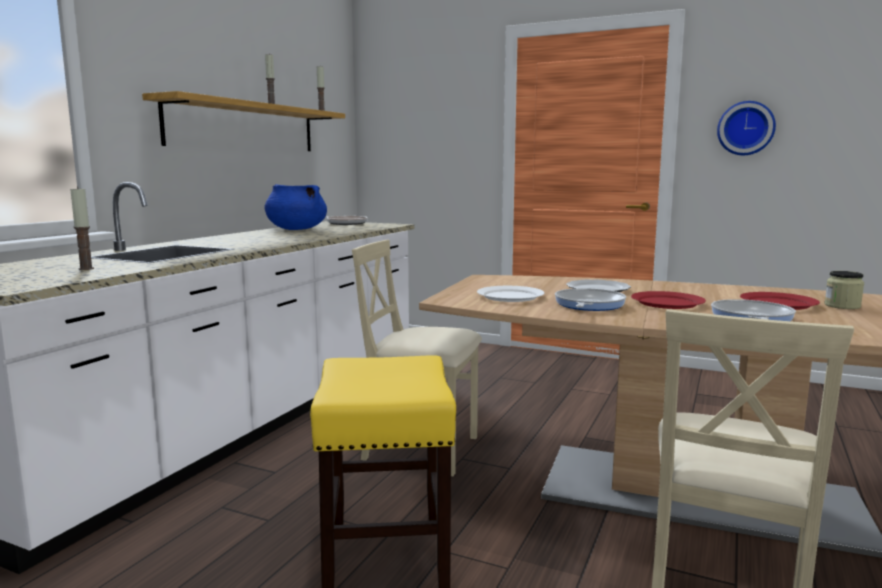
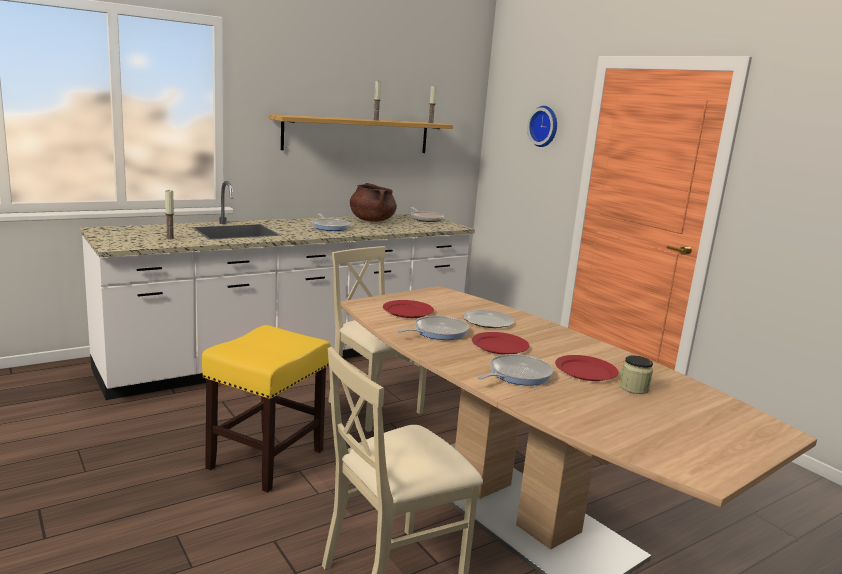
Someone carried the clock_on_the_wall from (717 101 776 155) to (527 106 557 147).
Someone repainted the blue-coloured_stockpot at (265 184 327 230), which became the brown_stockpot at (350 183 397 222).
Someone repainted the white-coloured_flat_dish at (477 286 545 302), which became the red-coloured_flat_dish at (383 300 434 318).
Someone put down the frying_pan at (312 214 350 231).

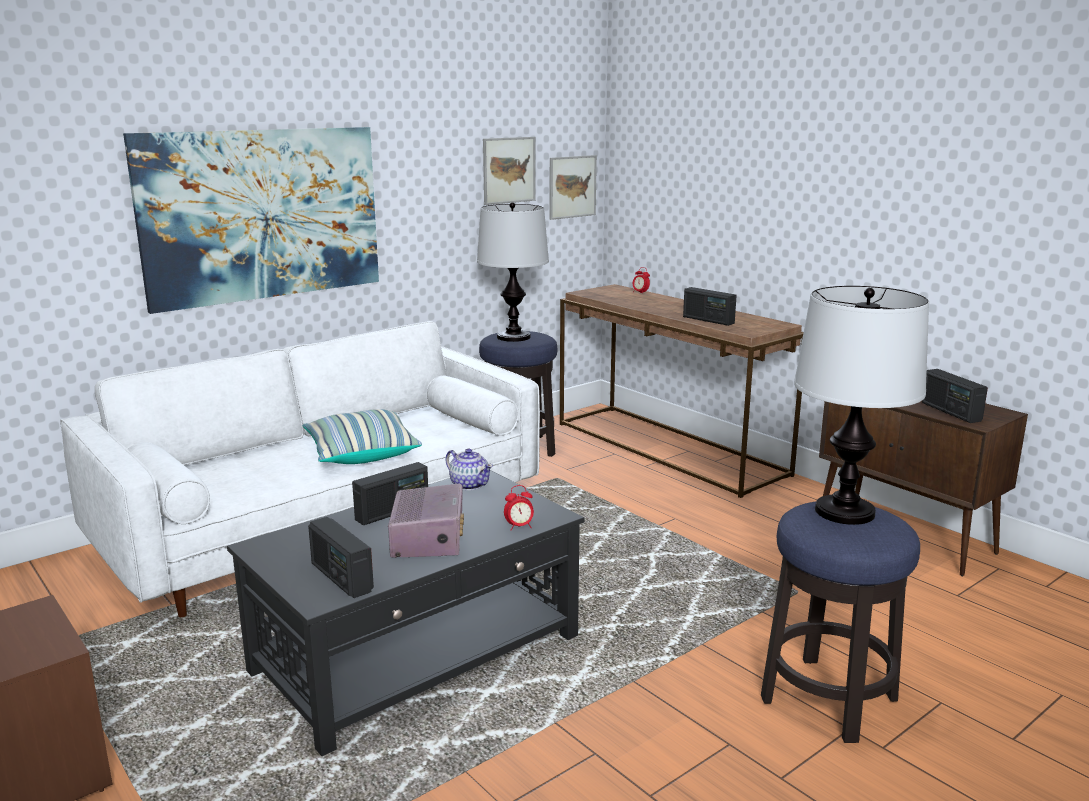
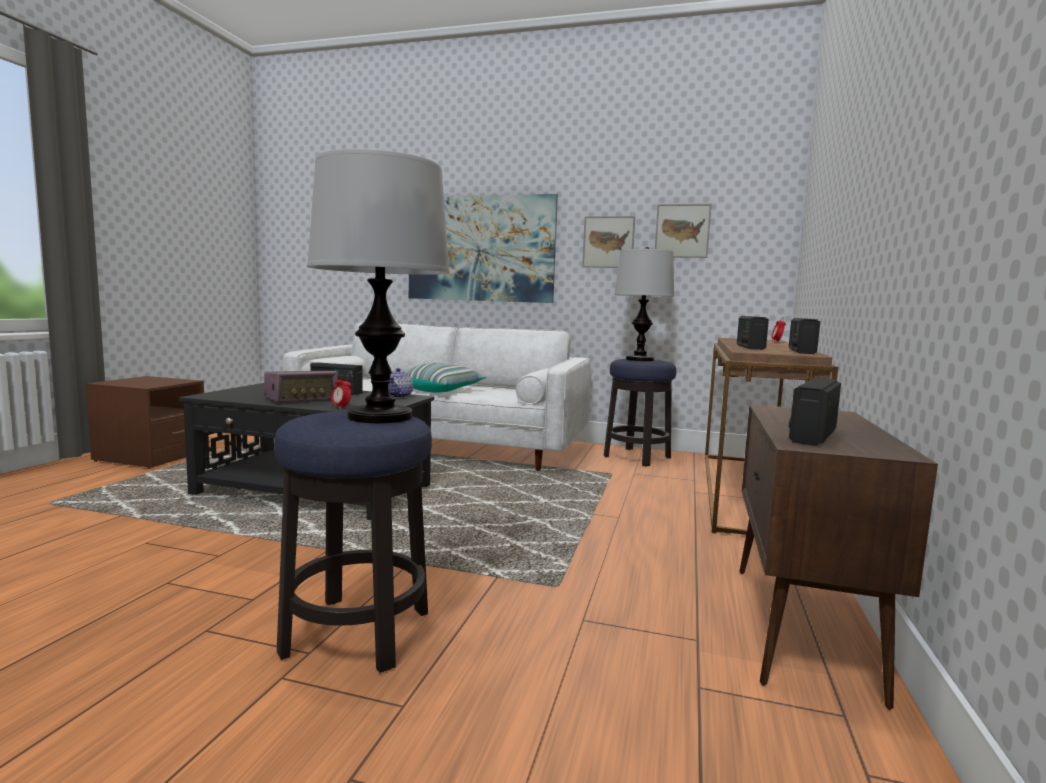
Someone carried the picture from (550 155 597 220) to (582 216 635 268).
Someone carried the radio from (308 517 374 598) to (789 318 820 354).

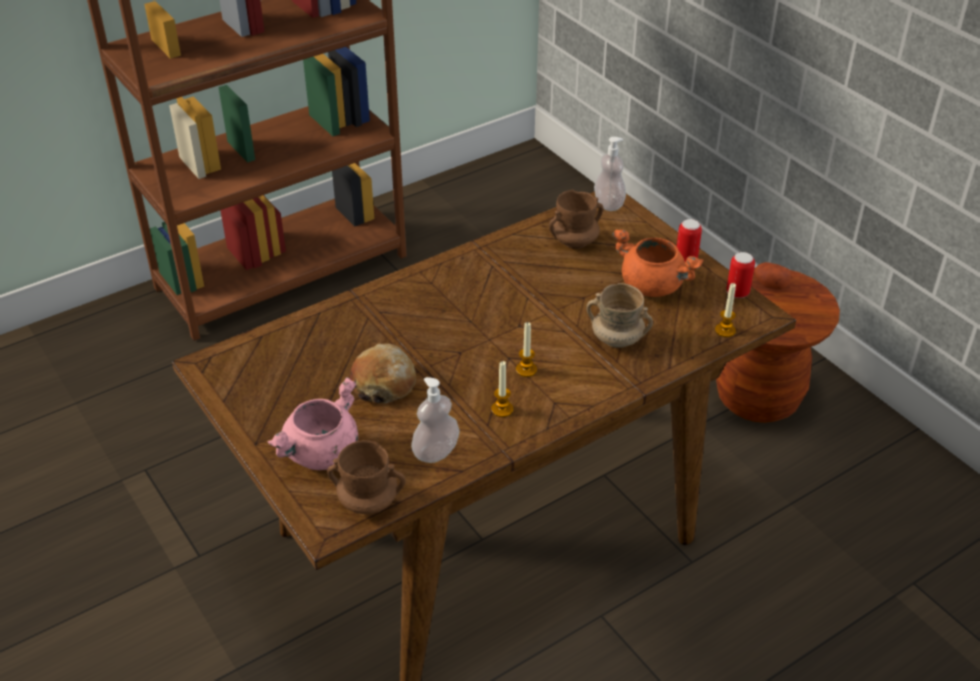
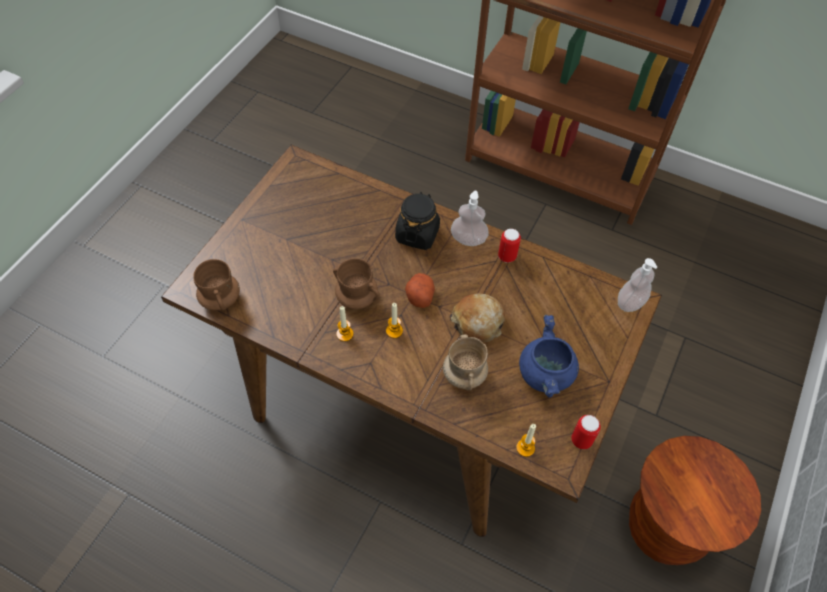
Someone carried the brown_tea_mug from (549 190 603 249) to (333 258 380 309).
Someone carried the can from (677 219 702 261) to (498 229 521 263).
Someone repainted the orange_stockpot at (612 230 704 297), which became the blue-coloured_stockpot at (519 315 579 398).
Someone carried the potato from (754 262 792 290) to (405 273 435 308).
Someone carried the baked_bread from (350 343 416 403) to (450 293 505 342).
Someone took away the pinkish_stockpot at (268 377 358 470).
Someone carried the soap_bottle from (411 377 460 463) to (451 191 489 246).
Someone put down the black-coloured_preserve_jar at (395 192 440 250).

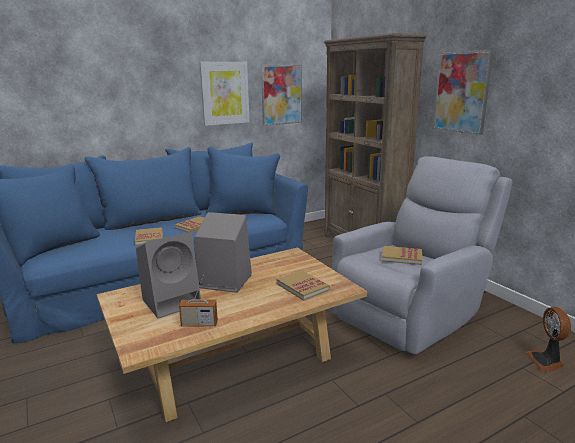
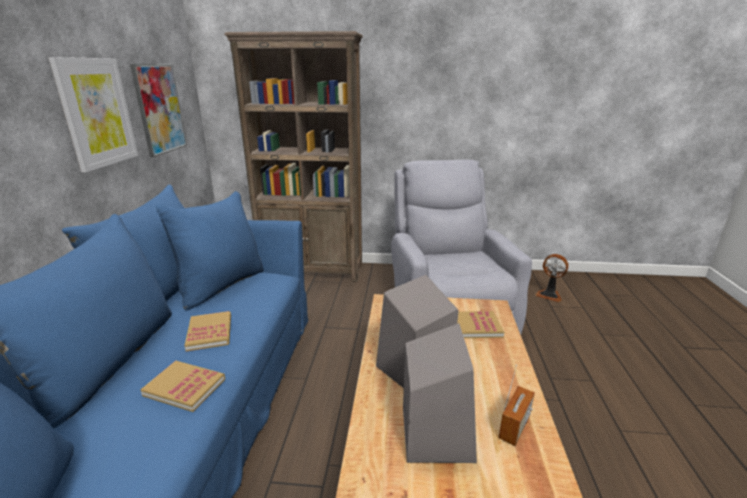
Someone took away the picture at (433 50 493 135).
Someone took away the bound_book at (382 246 422 265).

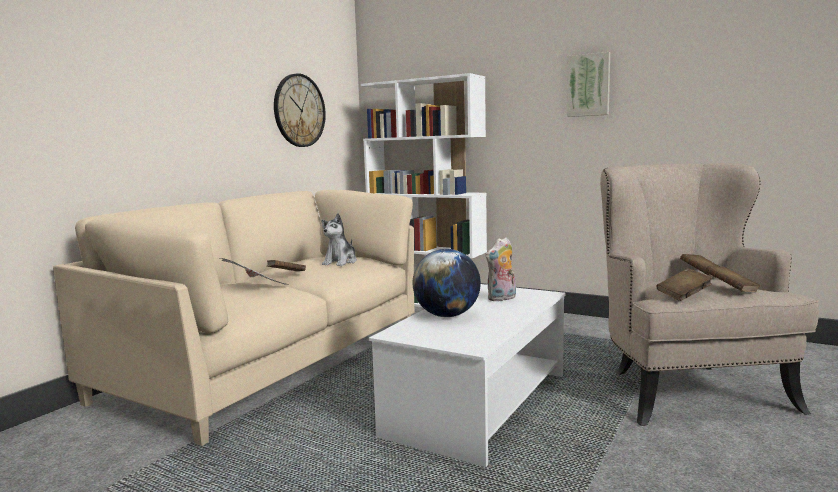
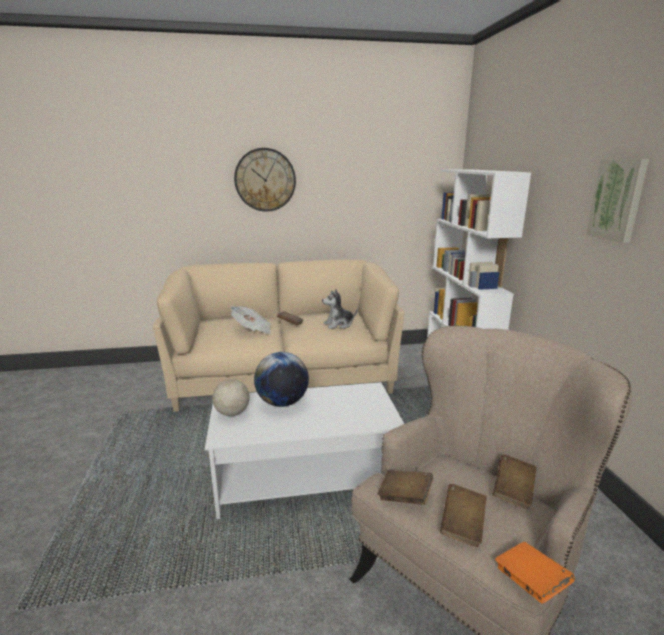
Someone carried the clock_on_the_wall from (274 74 326 147) to (234 148 296 212).
Someone took away the cuddly_toy at (485 237 516 301).
Someone put down the world_globe at (212 367 250 416).
Someone put down the orange_bound_book at (495 542 575 604).

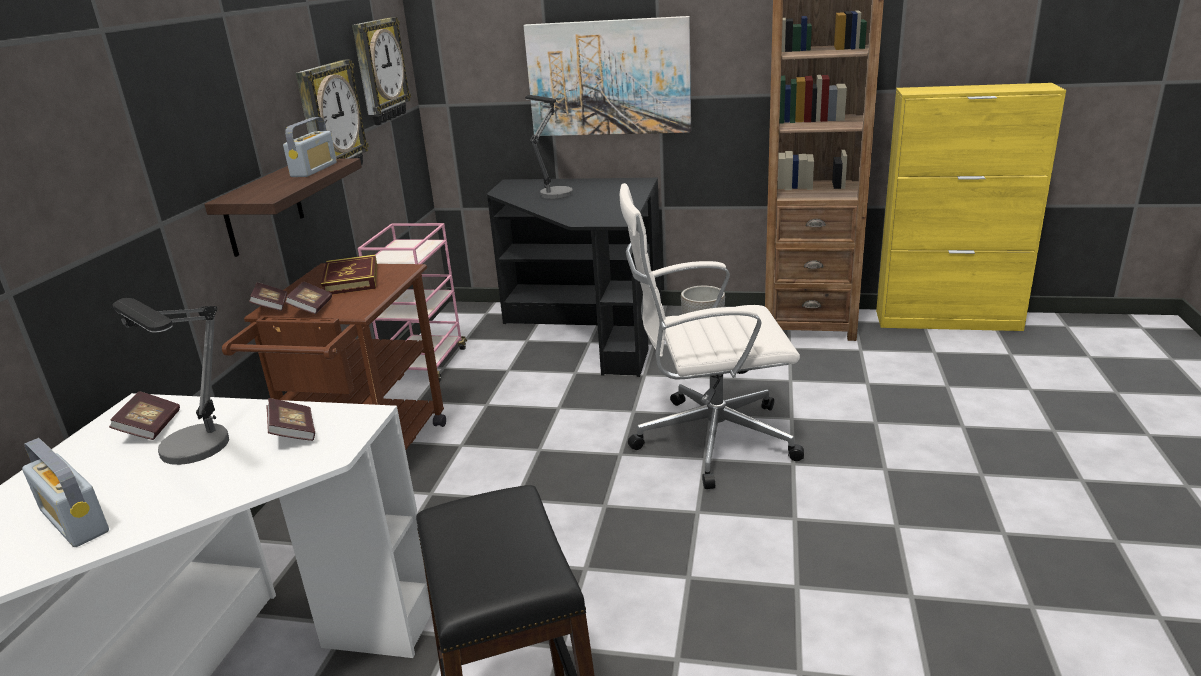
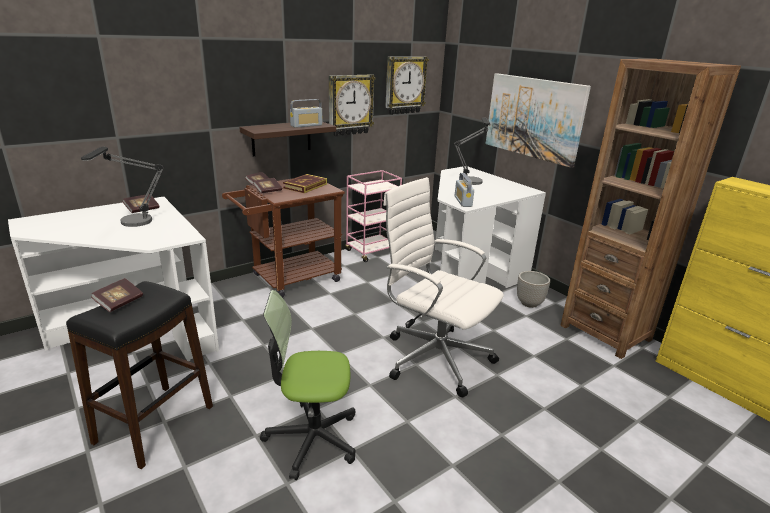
Someone repainted the black-coloured_desk_table at (487 178 662 377), which became the white-coloured_desk_table at (435 166 546 288).
Someone carried the bound_book from (267 398 315 441) to (91 278 143 312).
Someone carried the radio from (22 438 109 547) to (455 173 474 207).
Someone put down the desk_chair at (260 290 356 480).

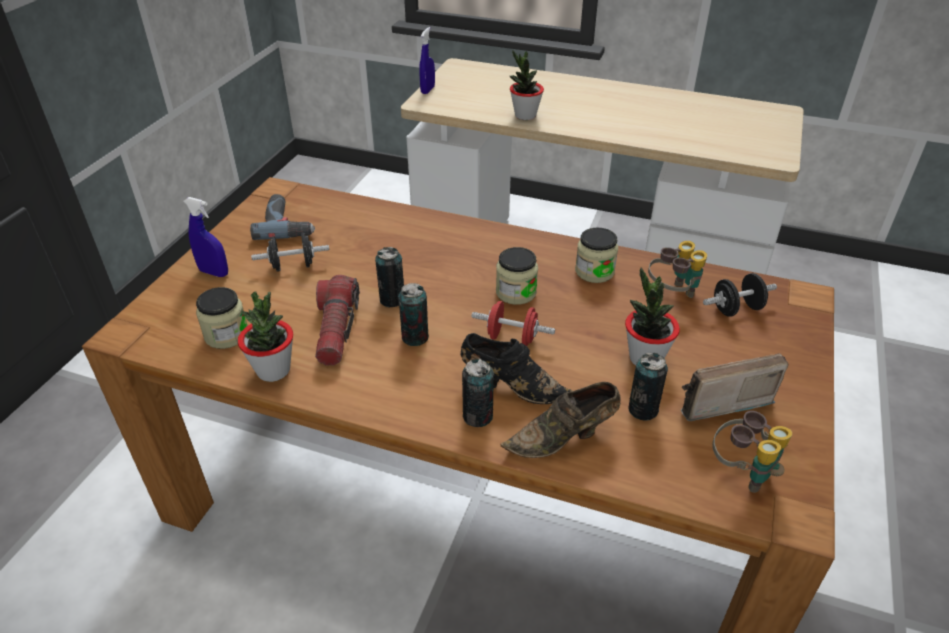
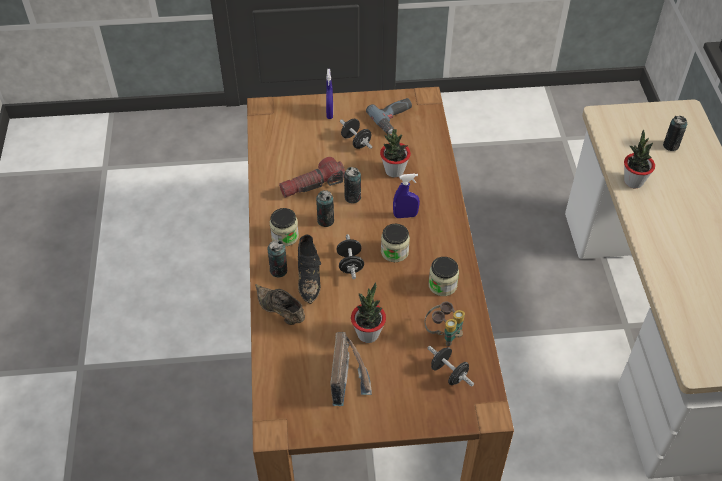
Someone carried the blue-coloured_hand_sprayer from (419 27 435 94) to (393 174 420 218).
Someone carried the preserve_jar from (196 287 248 349) to (270 208 299 246).
Someone carried the potted_plant from (238 291 293 382) to (380 129 411 178).
Someone repainted the red-coloured_free_weight at (471 301 555 346), which became the black-coloured_free_weight at (336 234 364 279).
Someone carried the can from (628 353 668 421) to (663 116 687 151).
Someone rotated the radio at (681 353 788 421) by 45 degrees clockwise.
Someone took away the field_glasses at (712 411 792 493).

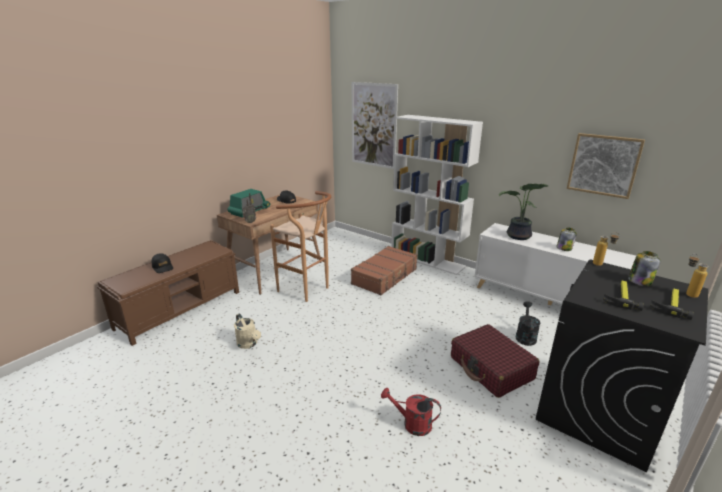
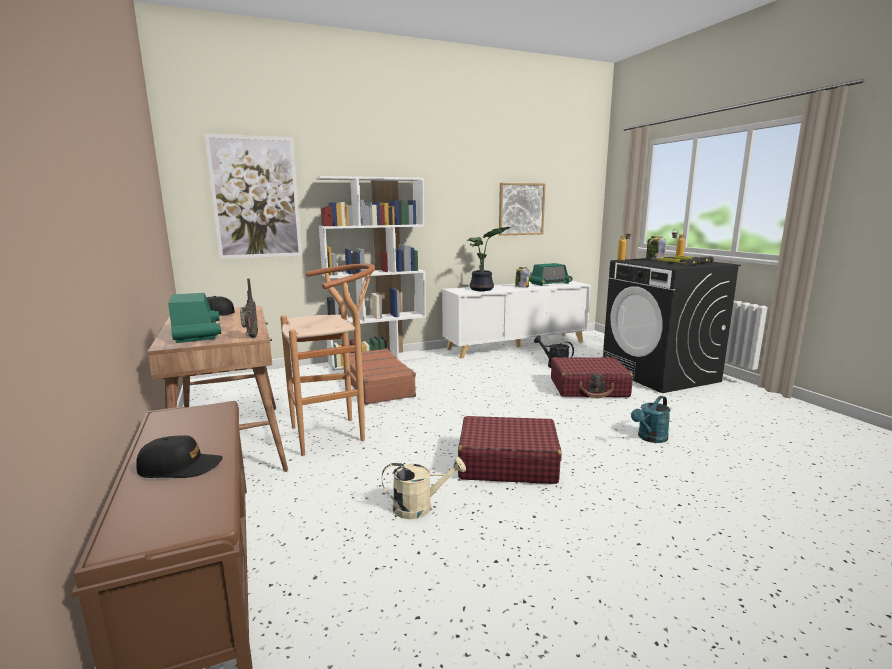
Someone repainted the red-coloured_sprinkling_can at (381 388 441 436), which became the blue-green_sprinkling_can at (631 396 671 443).
Someone put down the radio at (529 263 572 286).
Someone put down the red-coloured_suitcase at (458 416 562 484).

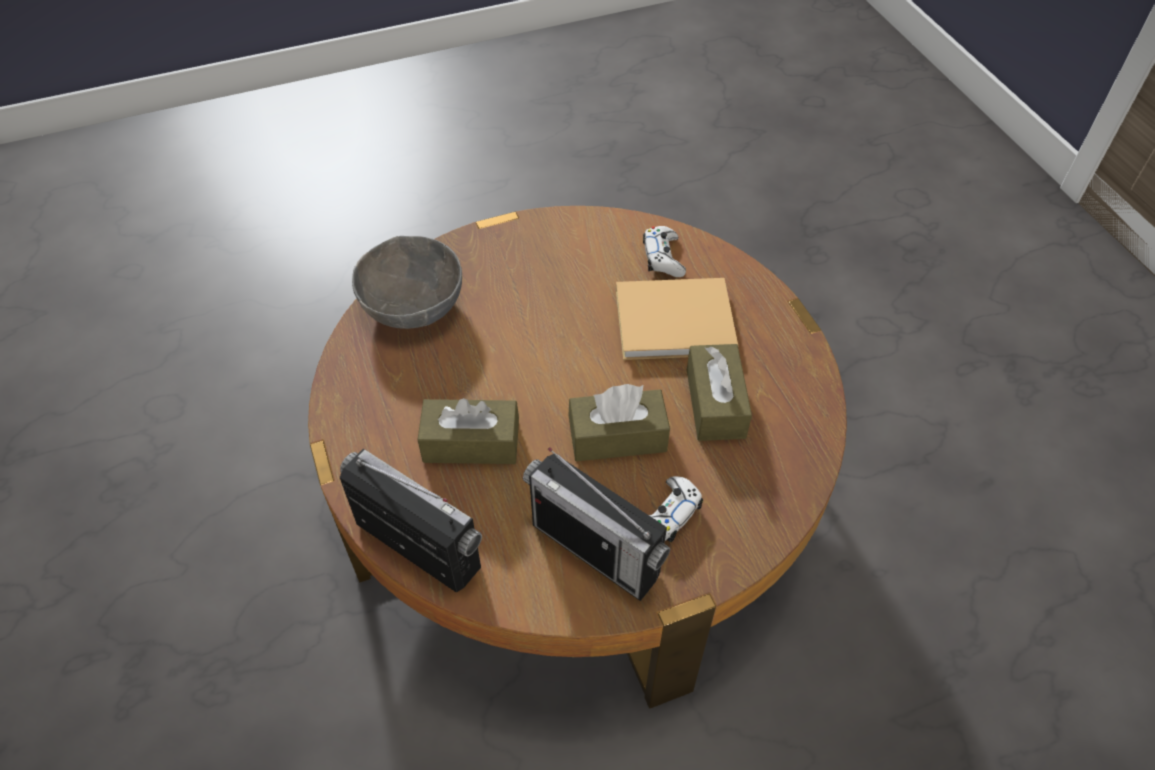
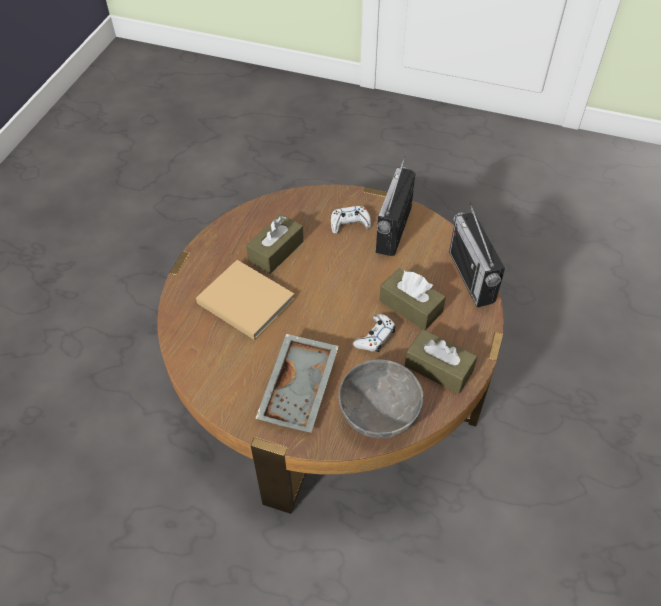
Someone carried the white-coloured_gamepad from (643 226 686 277) to (353 314 396 352).
Someone carried the brown_box_of_tissues from (569 384 670 461) to (405 329 477 394).
Someone rotated the radio at (523 447 670 601) by 150 degrees counterclockwise.
Someone put down the gray_carrying_tray at (255 334 339 433).

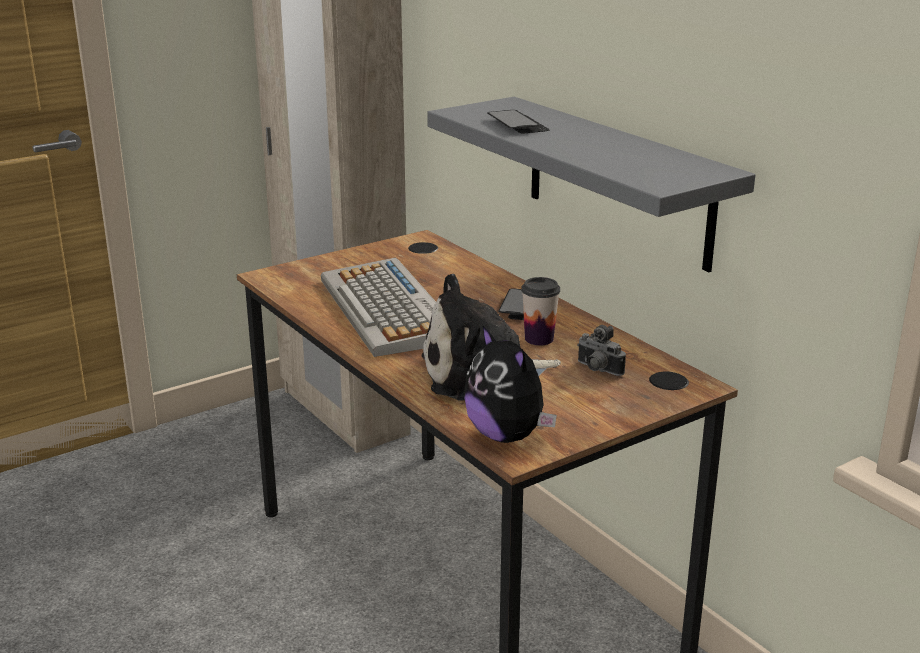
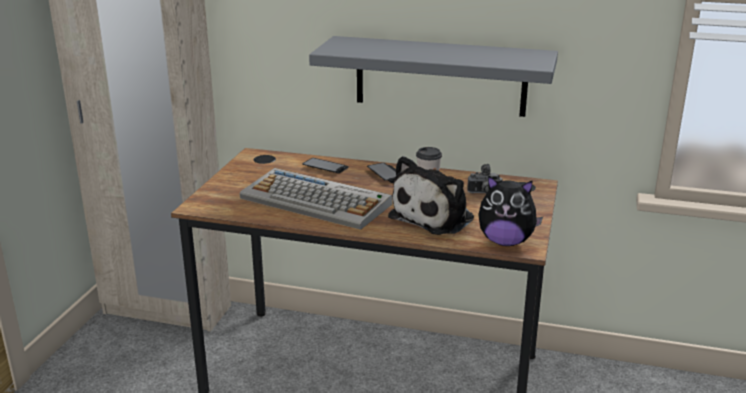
Someone carried the handset from (488 110 550 133) to (302 158 349 173).

